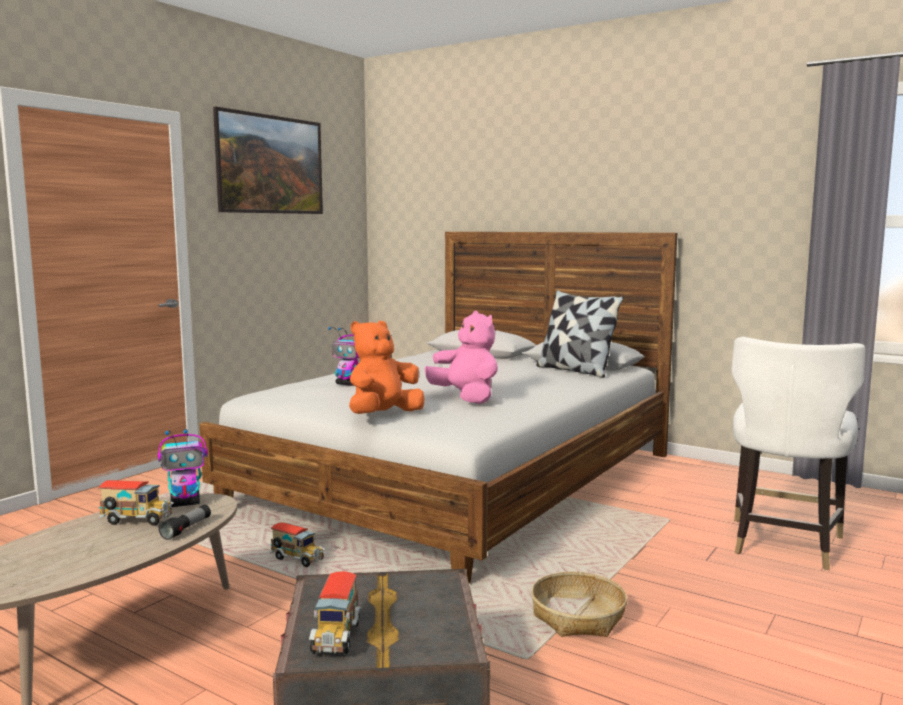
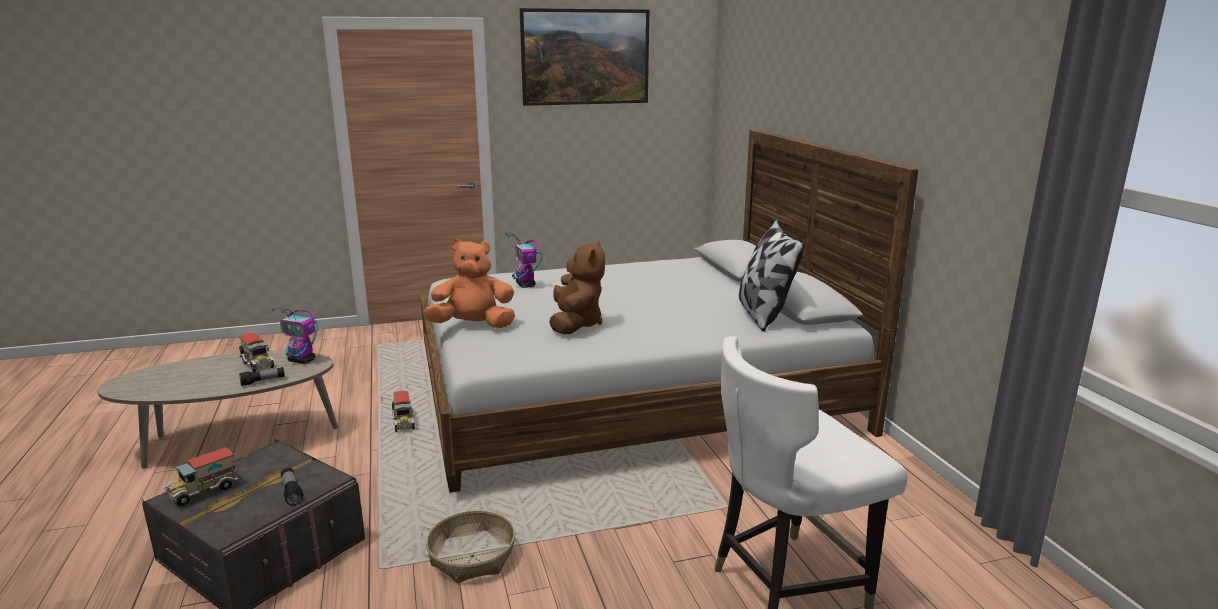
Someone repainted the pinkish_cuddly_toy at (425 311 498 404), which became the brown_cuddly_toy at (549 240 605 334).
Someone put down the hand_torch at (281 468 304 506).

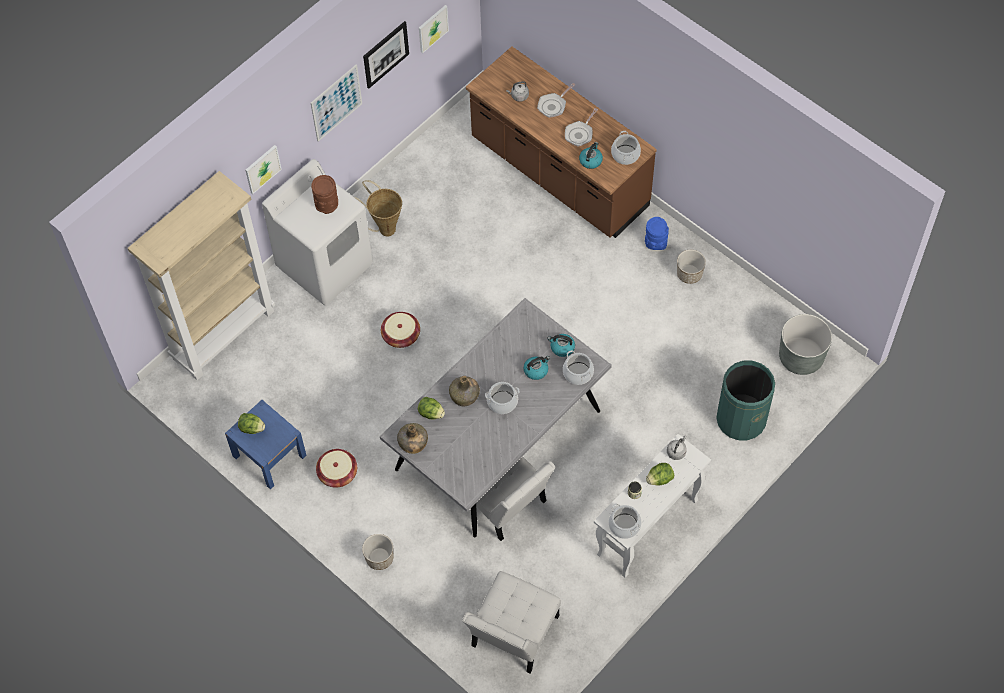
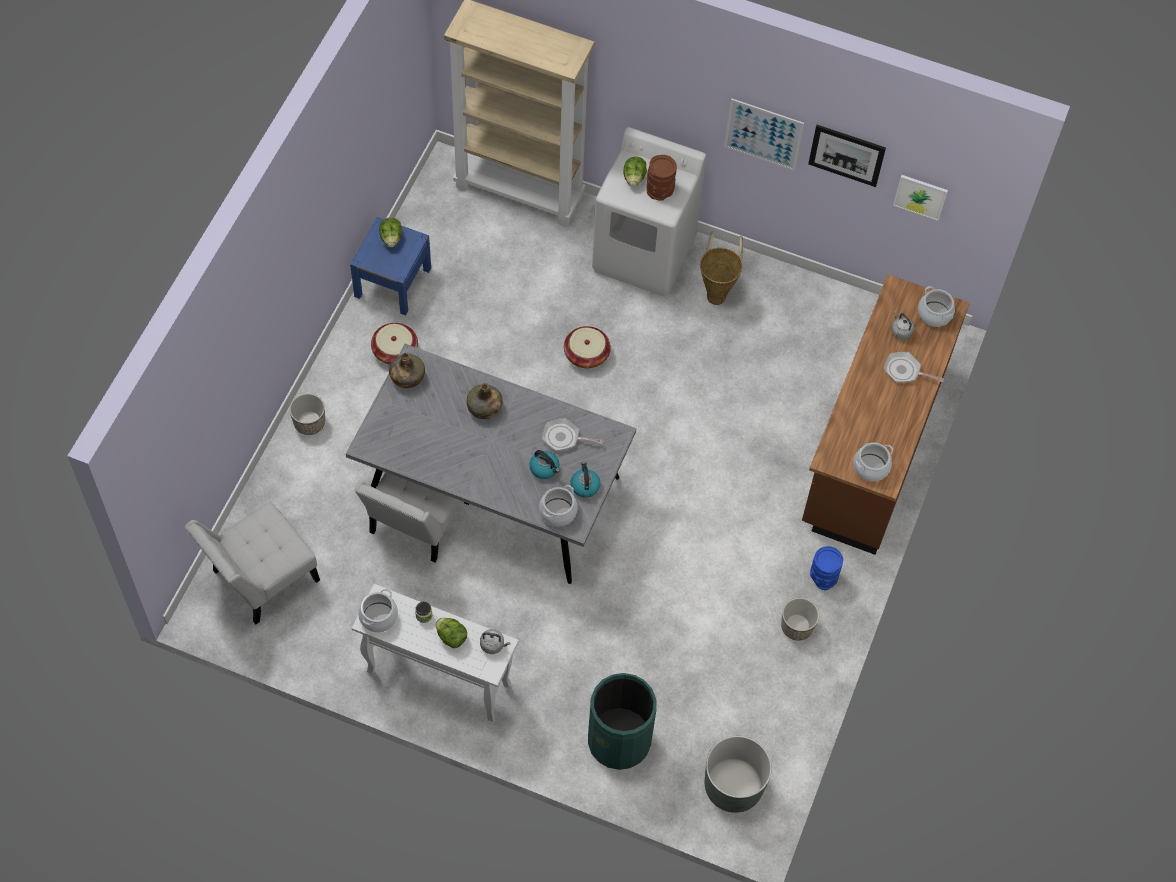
Someone carried the frying_pan from (565 108 598 146) to (542 418 604 451).
Someone took away the kettle at (579 142 603 169).
Someone took away the picture at (245 145 282 194).
Someone carried the stockpot from (485 382 519 414) to (918 286 955 327).
Someone carried the lettuce from (418 397 445 419) to (623 157 647 187).
Someone rotated the white-coloured_plain_chair at (462 571 561 673) by 45 degrees counterclockwise.

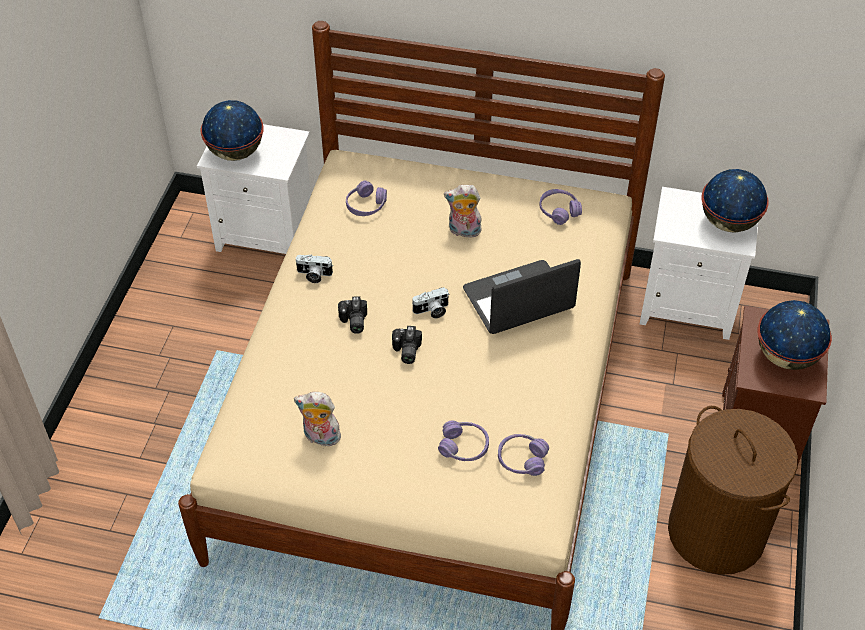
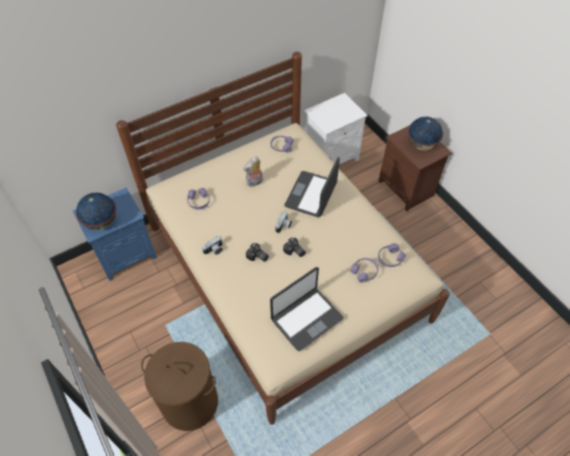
Someone repainted the white-coloured_nightstand at (197 124 311 254), which became the blue-coloured_nightstand at (73 188 157 281).
Someone took away the world_globe at (701 169 769 233).
Someone swapped the cuddly_toy at (294 392 343 447) for the notebook_computer at (270 267 343 351).
Someone carried the brown_washing_basket from (668 406 798 575) to (141 342 218 431).

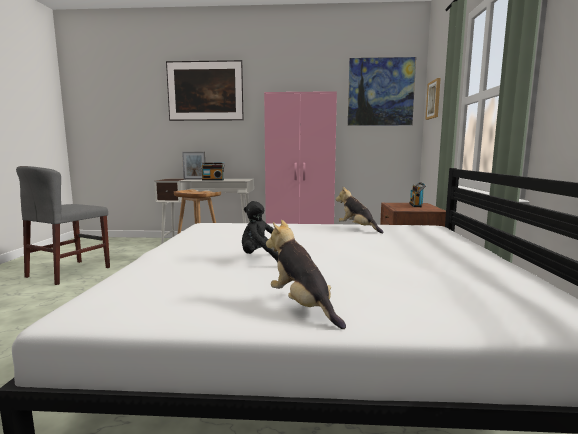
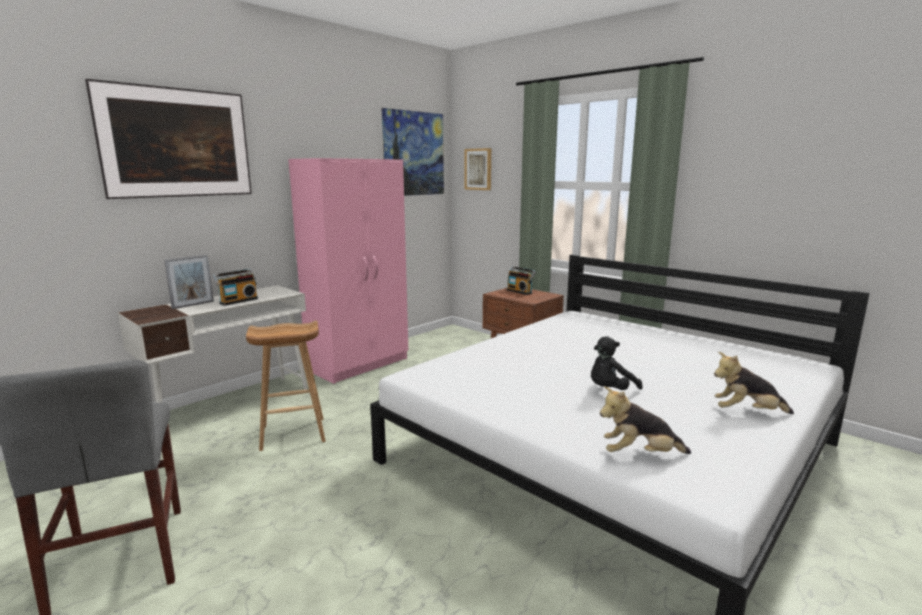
Someone carried the cuddly_toy from (336 187 384 233) to (600 386 691 454).

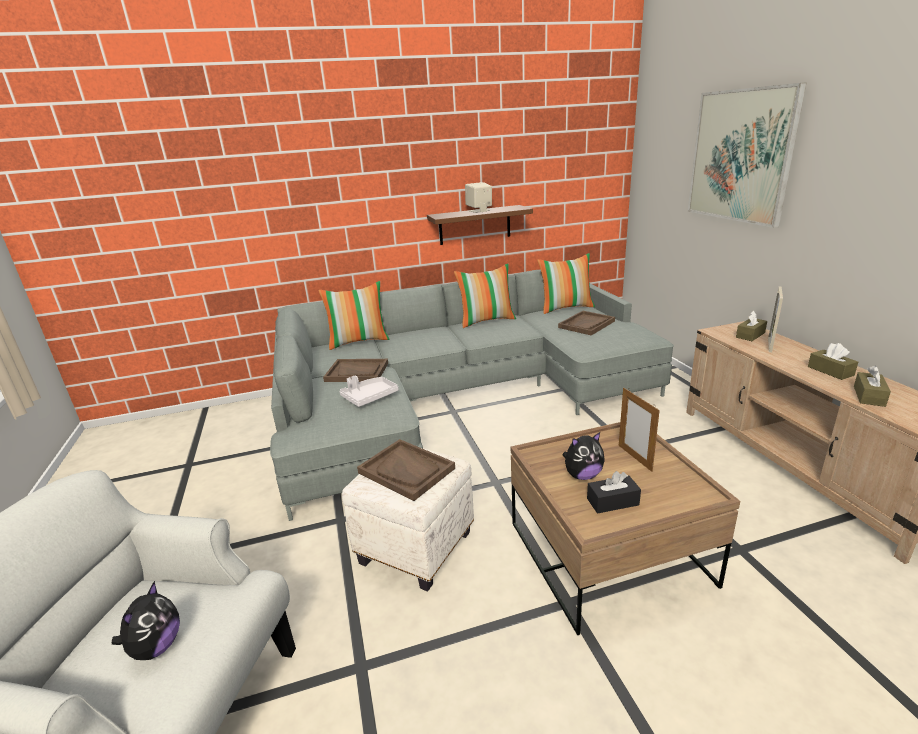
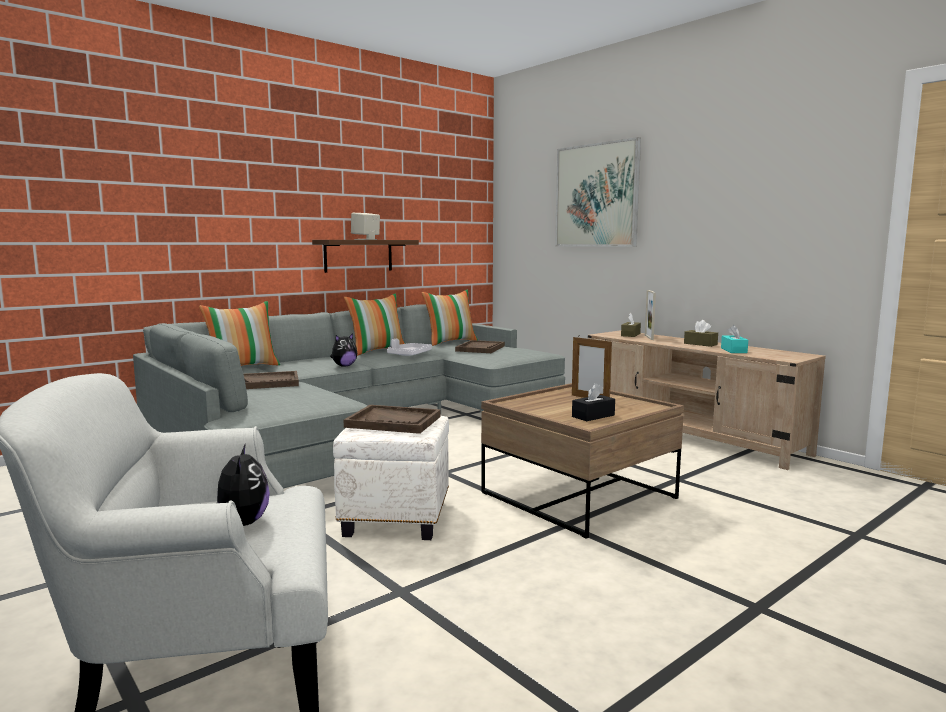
Someone repainted the brown_box_of_tissues at (854 366 891 407), which became the blue-green_box_of_tissues at (721 325 748 353).
Someone carried the white-coloured_carrying_tray from (339 376 399 407) to (387 339 432 356).
Someone carried the cuddly_toy from (563 432 605 480) to (330 333 357 367).

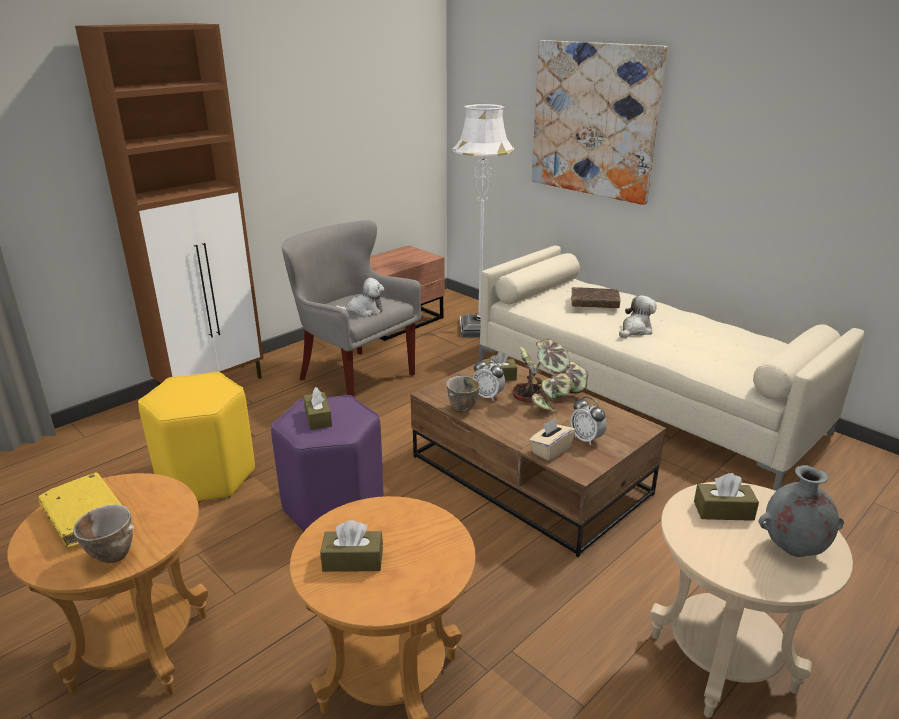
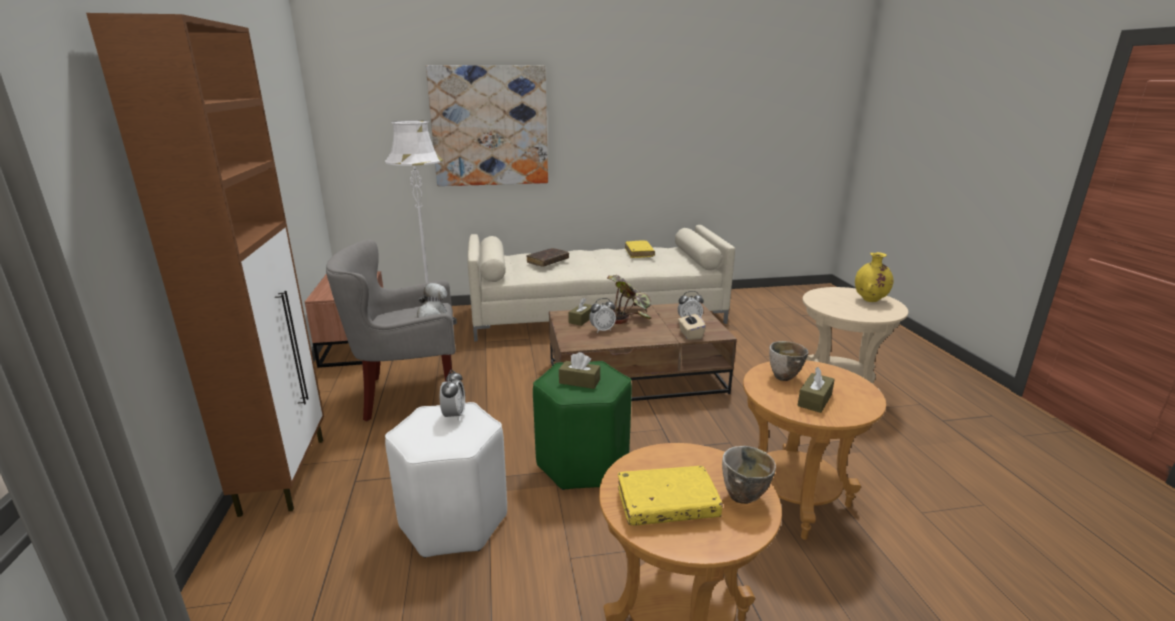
Someone took away the cuddly_toy at (619 295 657 338).
Someone repainted the yellow_stool_seat at (138 372 255 501), which became the white-coloured_stool_seat at (385 402 507 558).
Someone carried the deep_dish from (446 376 480 413) to (769 341 809 381).
Someone repainted the purple-coloured_stool_seat at (271 395 383 532), which became the green_stool_seat at (533 361 632 490).
Someone repainted the gray_decorative_vase at (759 465 844 557), which became the yellow_decorative_vase at (855 252 893 302).
Someone took away the brown_box_of_tissues at (694 473 759 521).
Someone put down the yellow_bound_book at (625 240 655 258).
Someone put down the table_clock at (440 369 465 421).

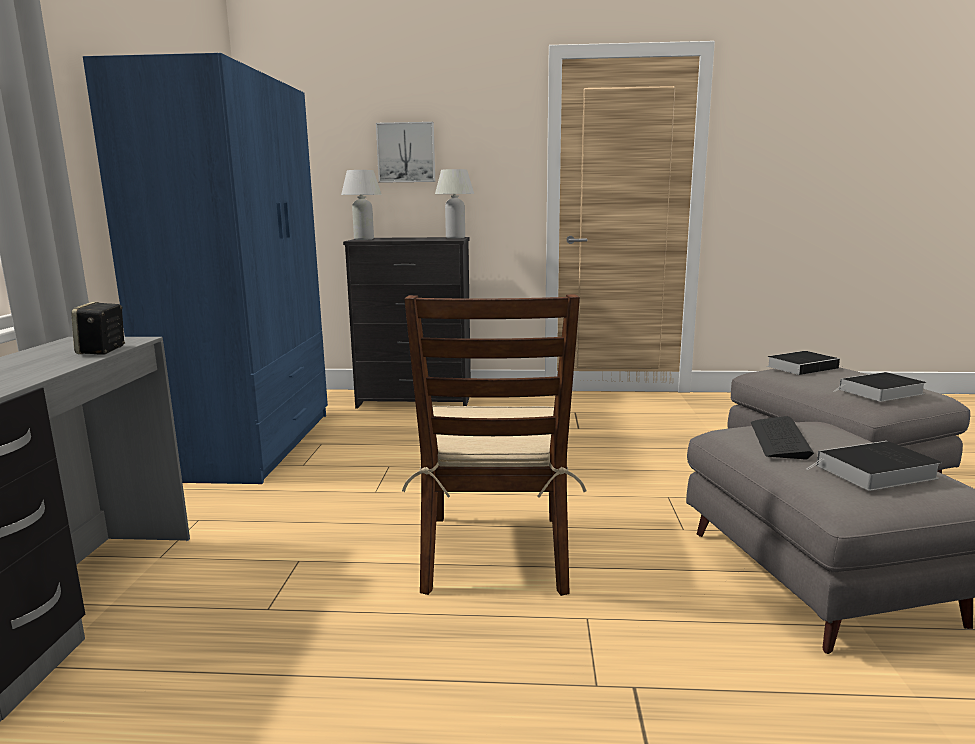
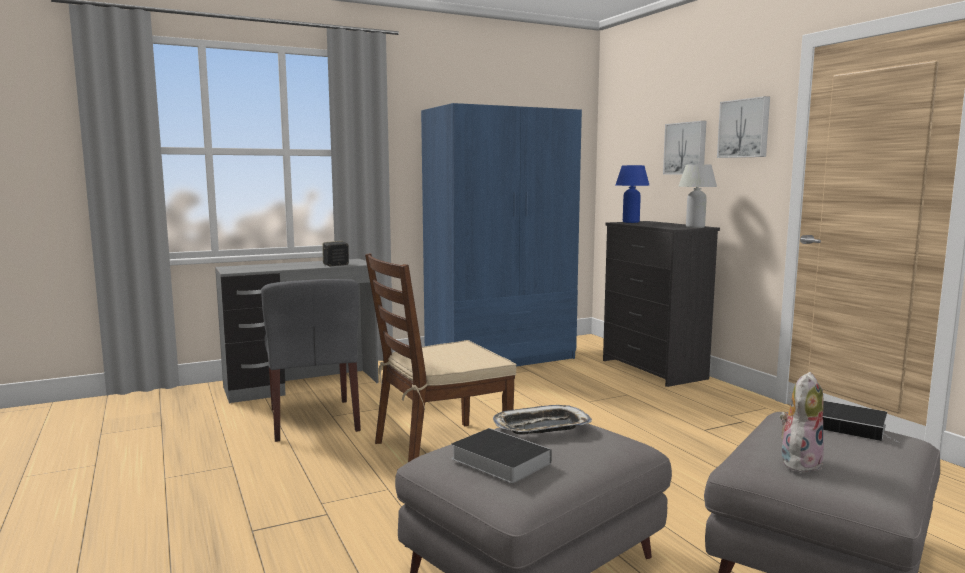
Someone repainted the white-coloured_table_lamp at (341 170 382 240), which became the blue-coloured_table_lamp at (616 165 650 223).
Someone swapped the bound_book at (833 372 927 402) for the cuddly_toy at (780 372 824 472).
Someone swapped the PC_keyboard at (751 416 814 460) for the carrying_tray at (493 405 592 434).
Someone put up the picture at (717 96 770 158).
Someone put down the gray_plain_chair at (261 279 361 442).

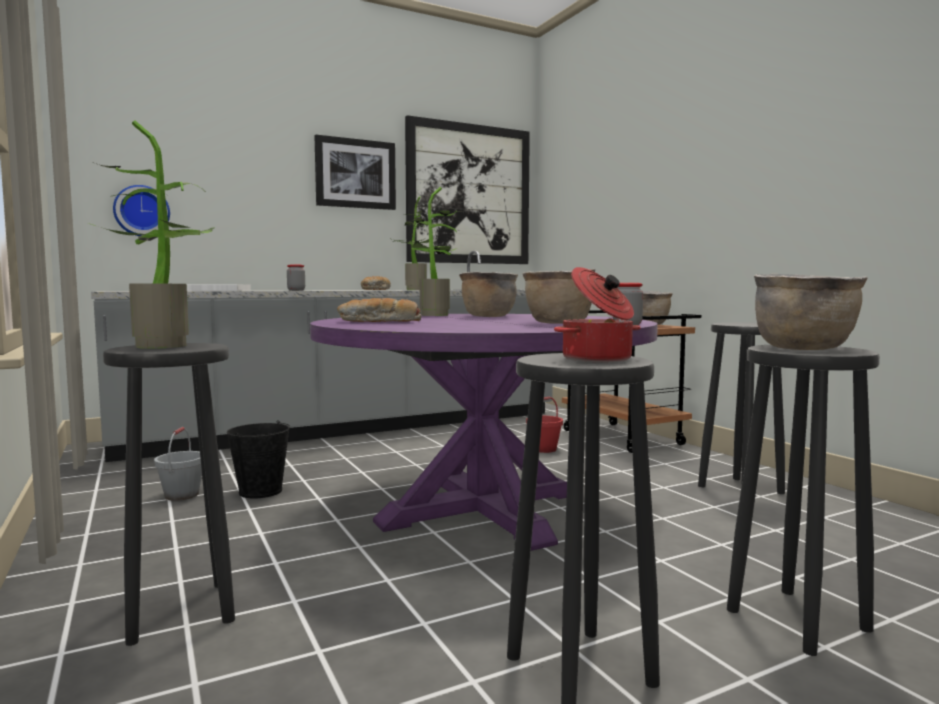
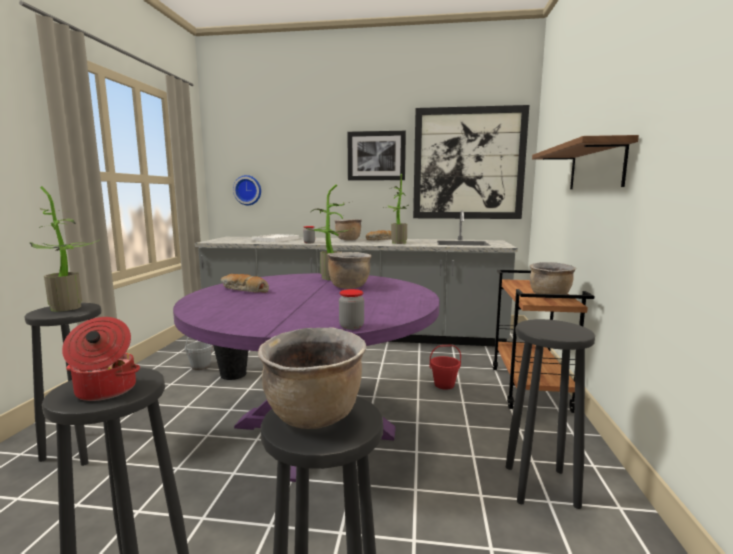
Someone carried the brown_stockpot from (522 269 595 324) to (334 219 362 240).
Someone put up the bracket_shelf at (532 135 639 189).

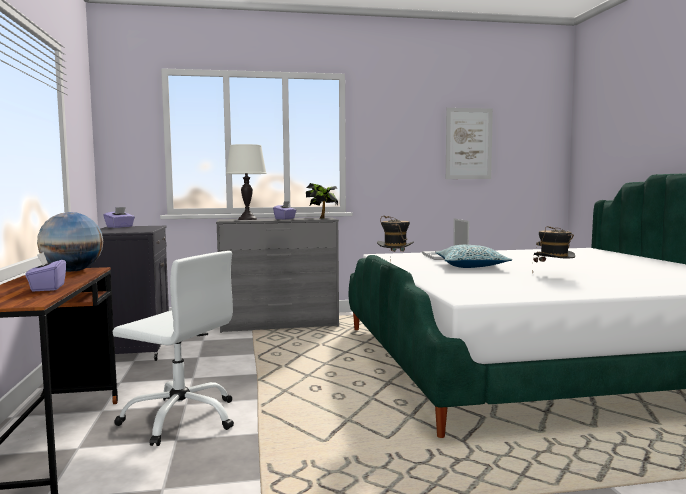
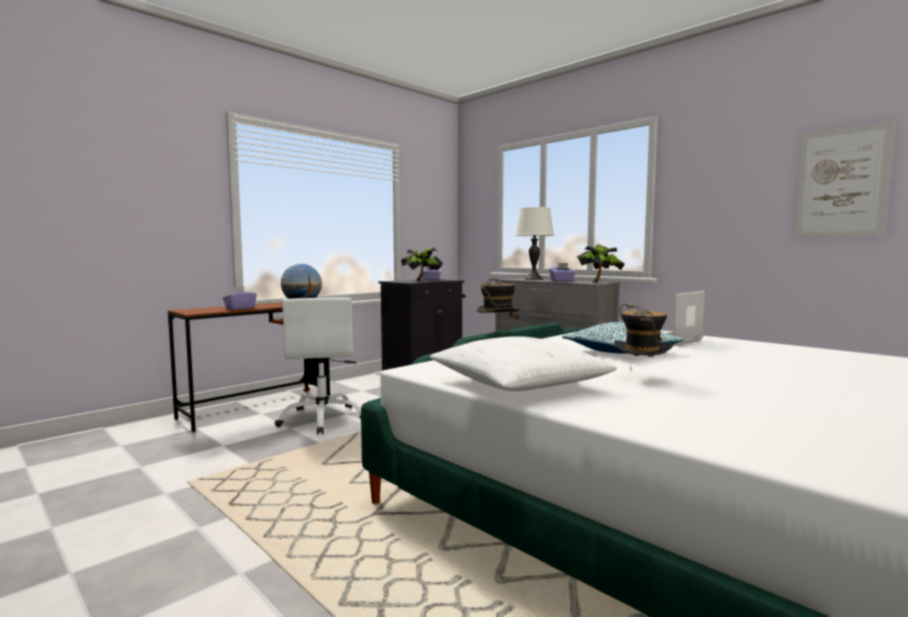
Someone put down the potted_plant at (401 248 443 281).
Someone put down the white-coloured_throw_pillow at (430 336 617 391).

